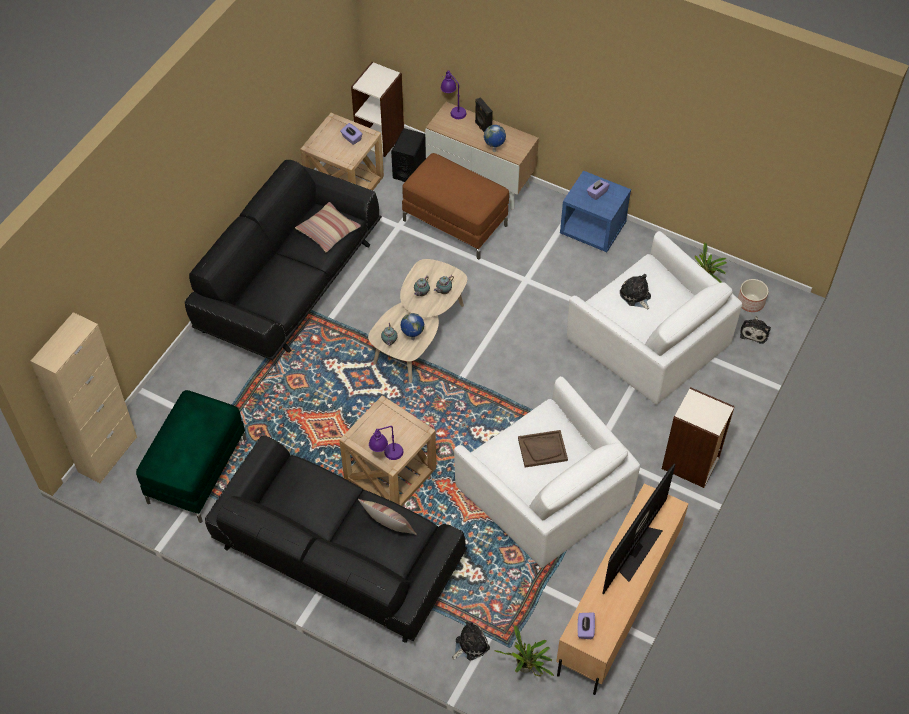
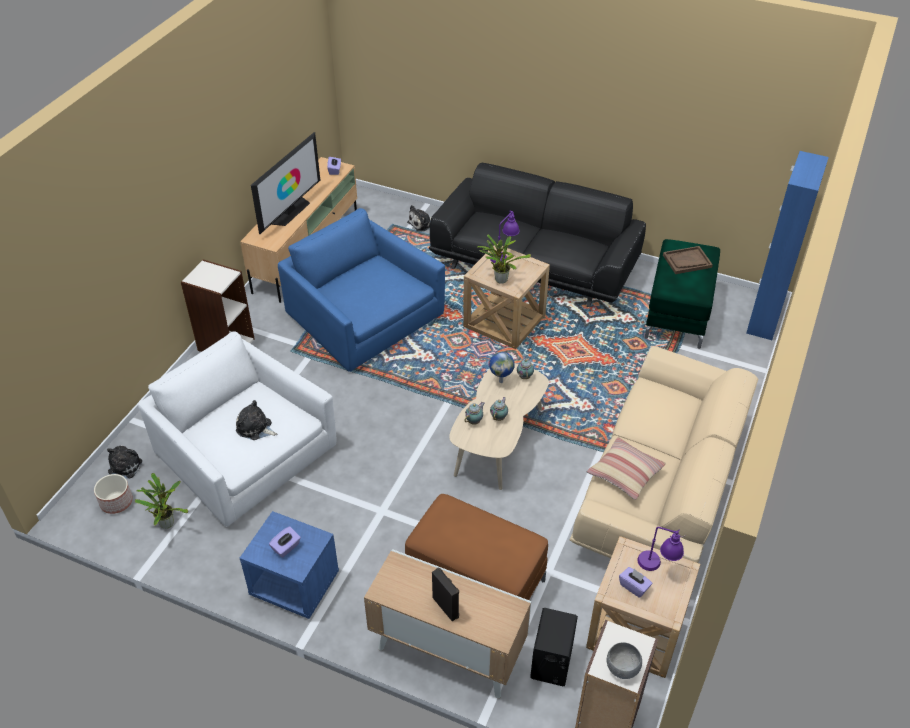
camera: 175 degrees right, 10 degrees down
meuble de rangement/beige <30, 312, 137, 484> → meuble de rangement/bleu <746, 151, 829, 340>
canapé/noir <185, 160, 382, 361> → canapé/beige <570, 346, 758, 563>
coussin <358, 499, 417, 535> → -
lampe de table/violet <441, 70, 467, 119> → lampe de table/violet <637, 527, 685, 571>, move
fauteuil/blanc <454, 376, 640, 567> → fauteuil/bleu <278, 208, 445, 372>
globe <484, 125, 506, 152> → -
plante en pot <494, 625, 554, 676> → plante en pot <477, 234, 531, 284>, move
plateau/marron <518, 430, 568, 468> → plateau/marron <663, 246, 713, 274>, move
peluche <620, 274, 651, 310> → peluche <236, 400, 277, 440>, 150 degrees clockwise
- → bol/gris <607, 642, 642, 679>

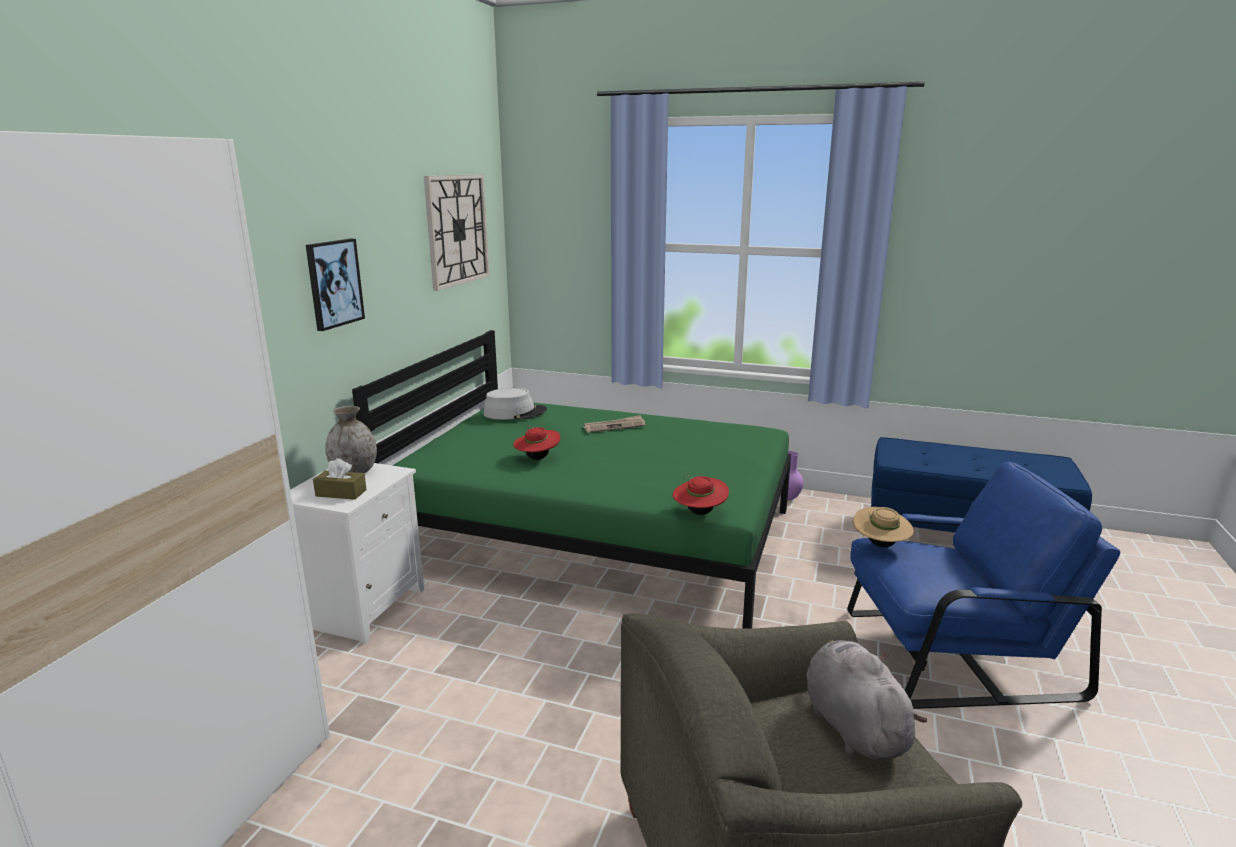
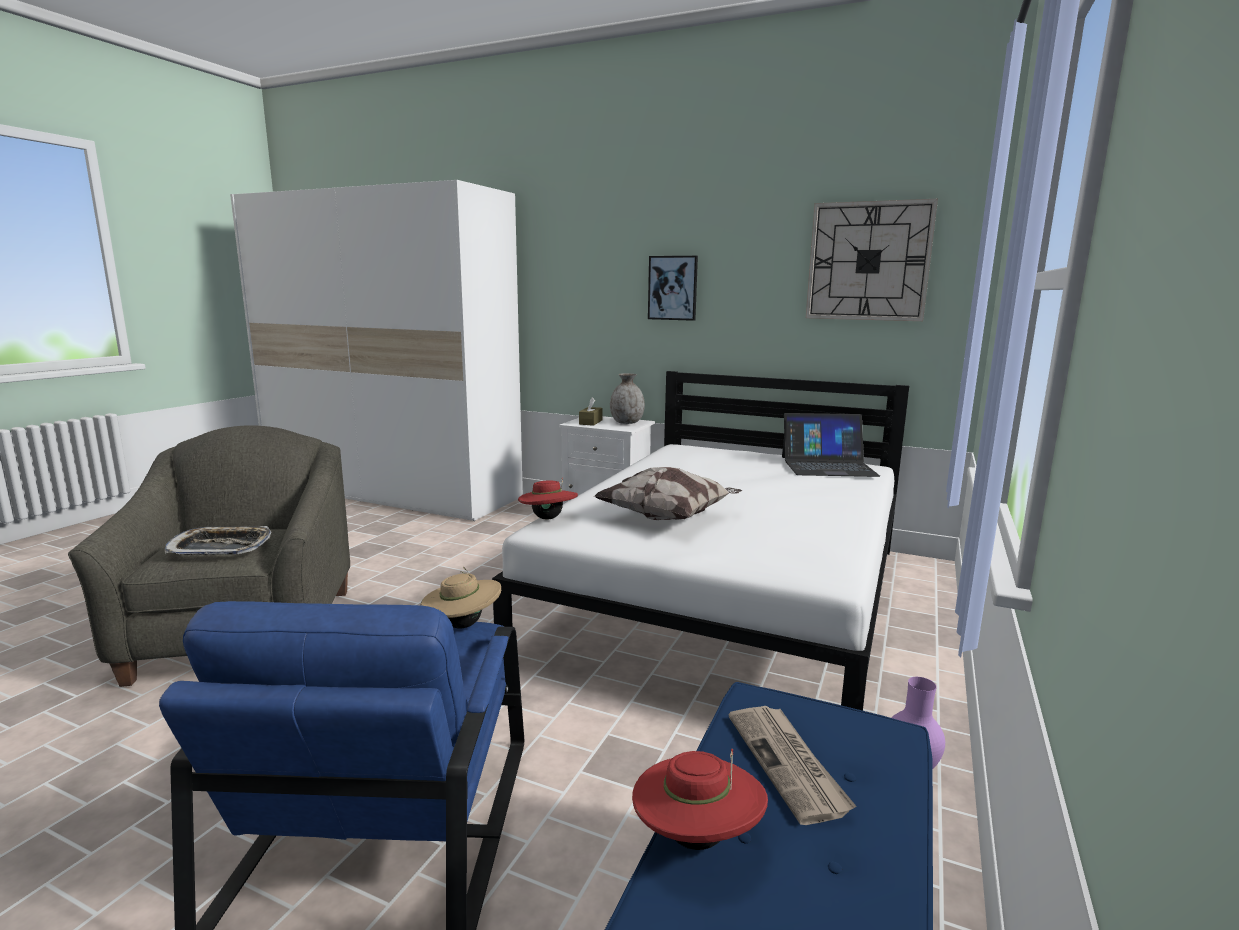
camera: 95 degrees right, 5 degrees down
lit/vert <352, 330, 791, 628> → lit/blanc <492, 371, 909, 711>
chapeau/gris <483, 388, 547, 419> → ordinateur portable <782, 413, 880, 477>
chapeau/rouge <513, 425, 560, 460> → chapeau/rouge <632, 749, 768, 850>, move
journal <583, 415, 645, 433> → journal <729, 706, 856, 825>, move
peluche/gris <807, 640, 927, 760> → plateau <165, 526, 271, 555>
- → coussin <595, 467, 742, 520>

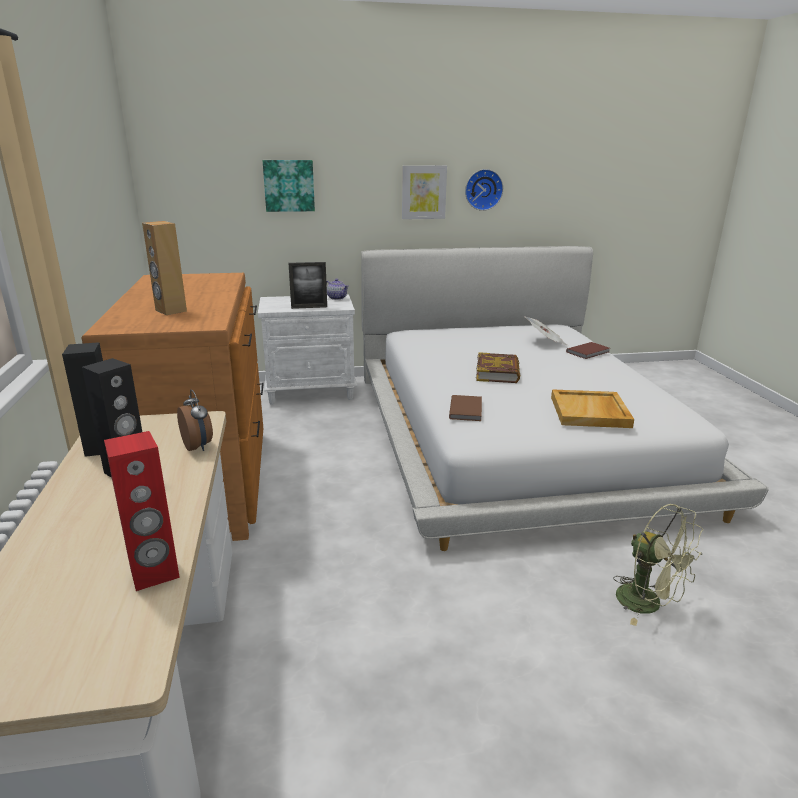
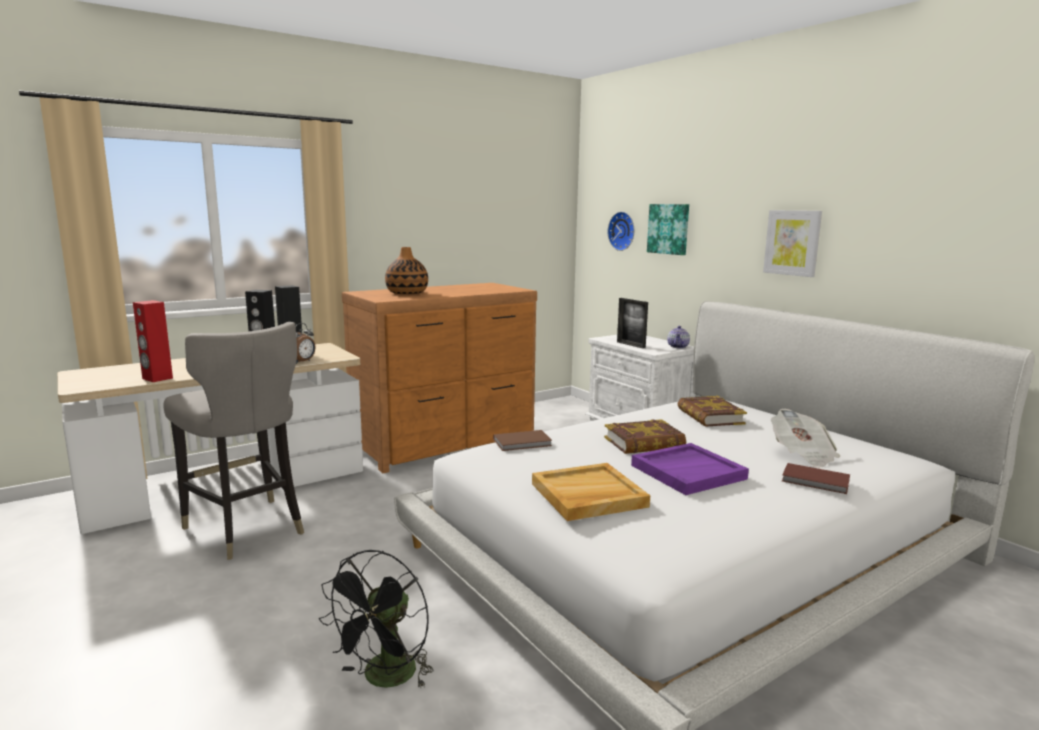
camera: 65 degrees right, 10 degrees down
enceinte/marron <142, 221, 187, 315> → vase <385, 247, 428, 294>
horloge murale <465, 169, 503, 211> → horloge murale <608, 212, 635, 251>, move
ventilateur/vert <613, 504, 703, 626> → ventilateur/noir <319, 550, 434, 688>
- → tabouret/gris <163, 322, 304, 560>
- → plateau/violet <631, 443, 749, 495>
- → livre <677, 396, 747, 427>

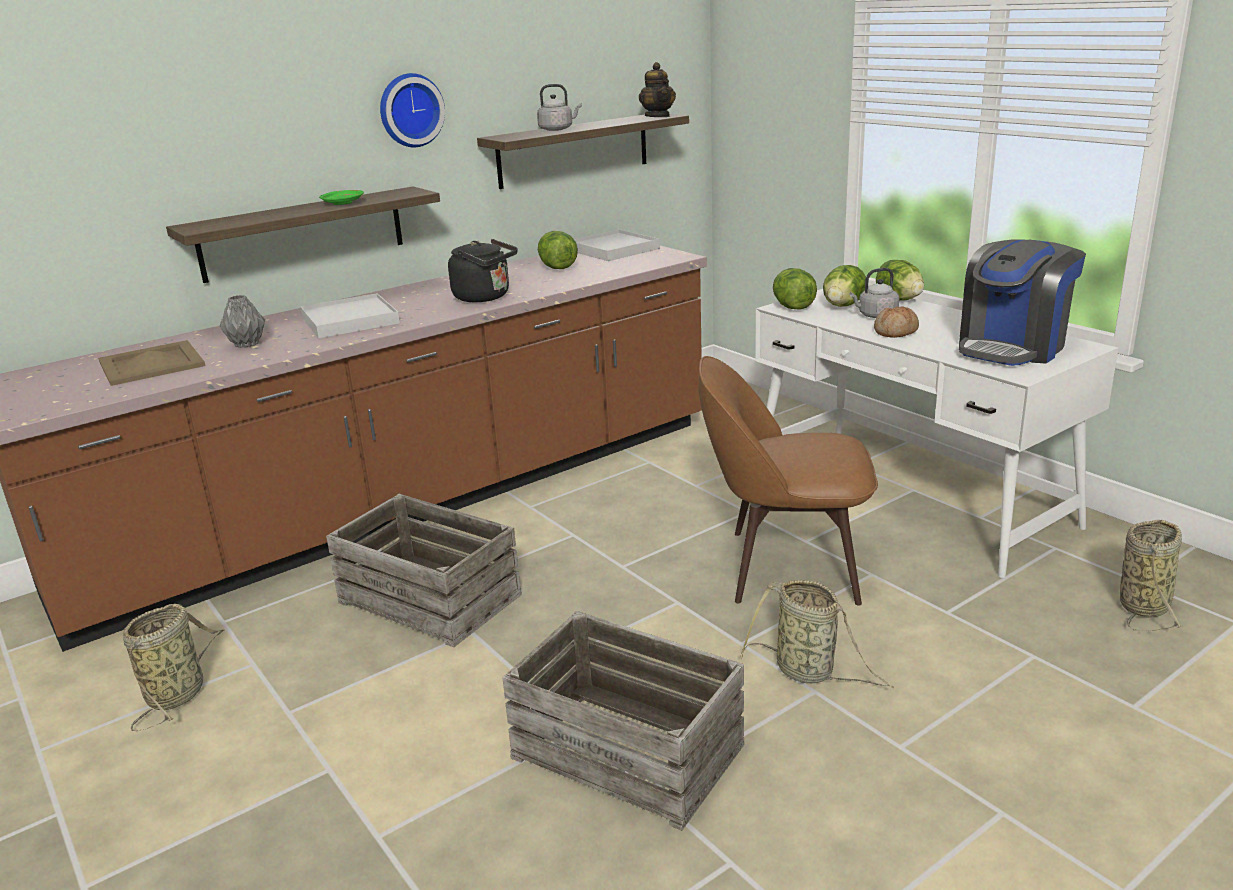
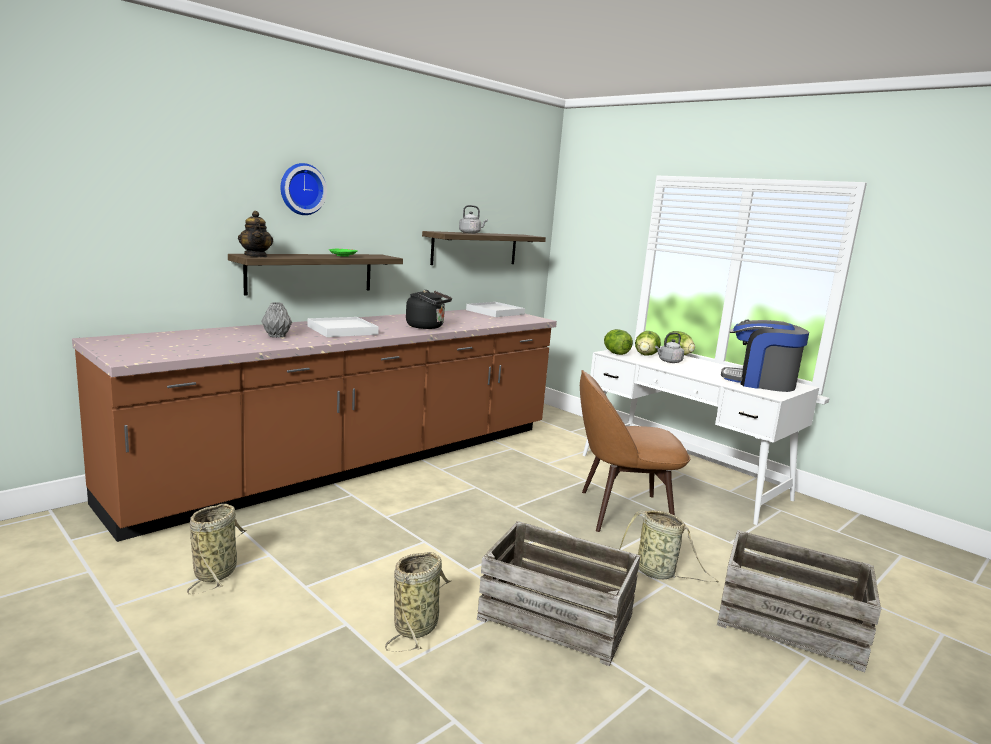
camera: 10 degrees left, 10 degrees down
plateau/beige <98, 340, 206, 386> → -
caisse <326, 494, 522, 648> → caisse <717, 530, 881, 672>, move
horloge murale <380, 73, 445, 147> → horloge murale <281, 163, 327, 215>, move
laitue <538, 231, 578, 269> → -
théière <639, 62, 676, 117> → théière <238, 211, 273, 257>, move
pain <874, 306, 919, 338> → -
machine à café <959, 239, 1086, 366> → machine à café <721, 320, 809, 392>, 75 degrees clockwise
panier <1120, 520, 1182, 631> → panier <385, 552, 451, 652>, move

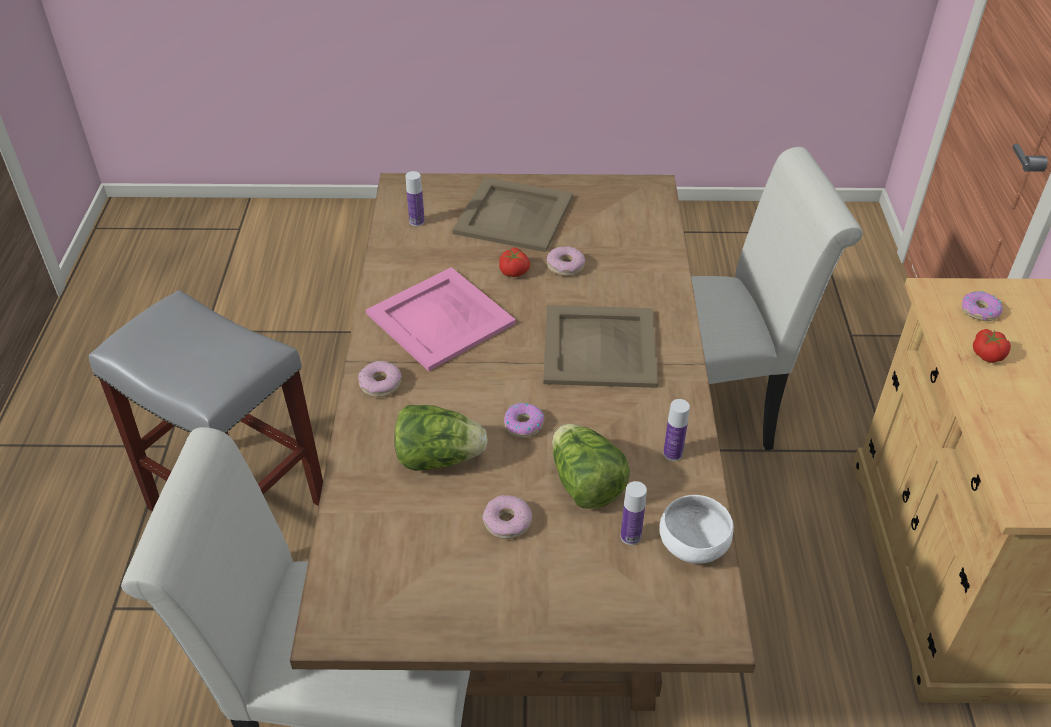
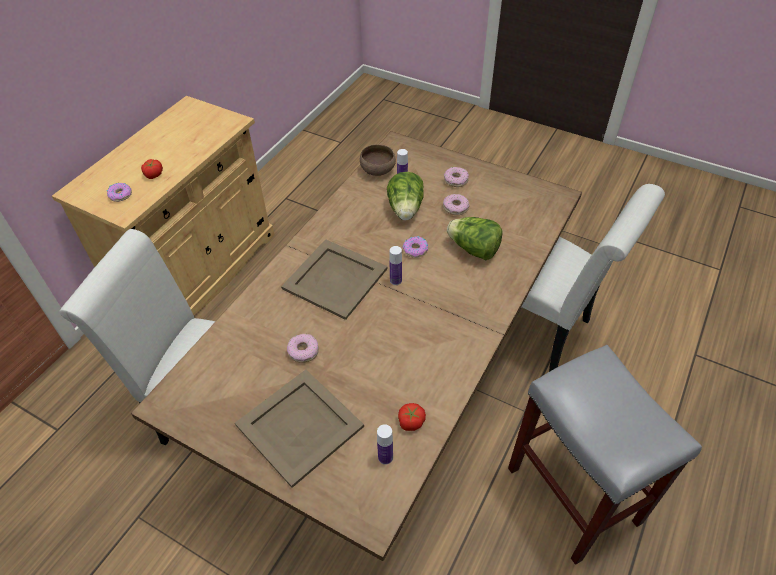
camera: 150 degrees left, 5 degrees up
beignet <358, 361, 402, 397> → beignet <444, 167, 469, 187>, move
plateau/rose <366, 267, 516, 371> → -
tomate <499, 248, 530, 277> → tomate <398, 403, 426, 431>, move
bol/blanc <659, 495, 734, 564> → bol/marron <360, 144, 396, 176>
bouteille <663, 399, 690, 461> → bouteille <389, 246, 402, 285>, move

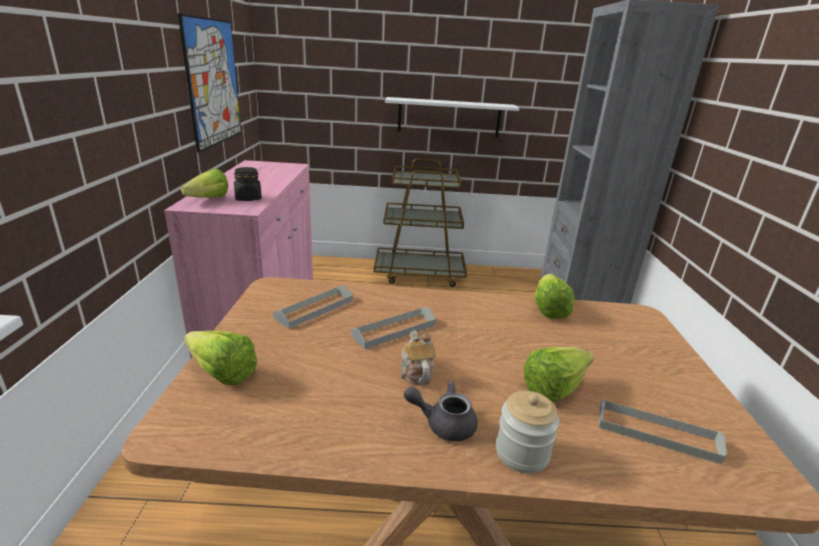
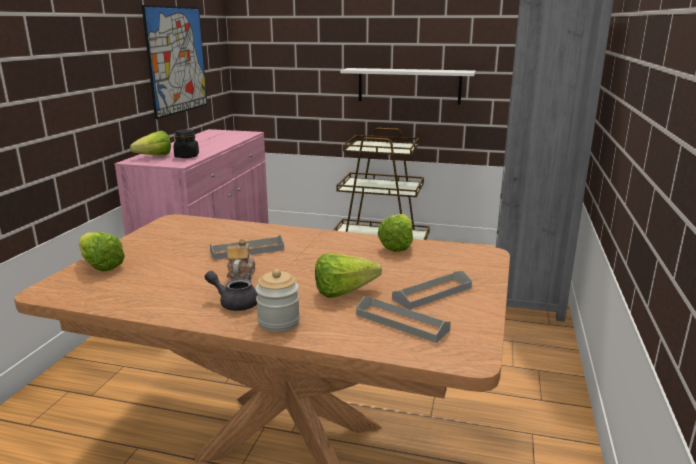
camera: 15 degrees right, 5 degrees down
plateau/gris <273, 285, 353, 329> → plateau/gris <392, 271, 472, 310>, move

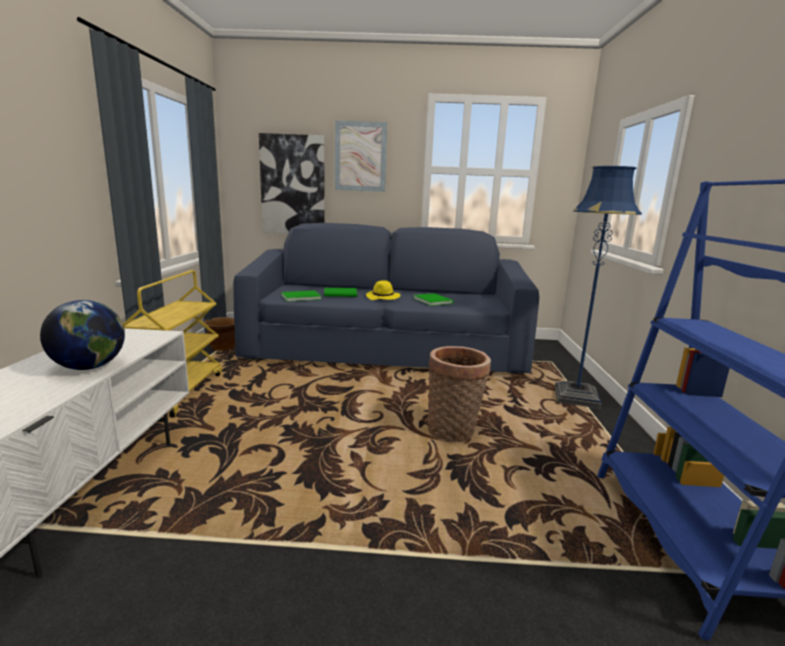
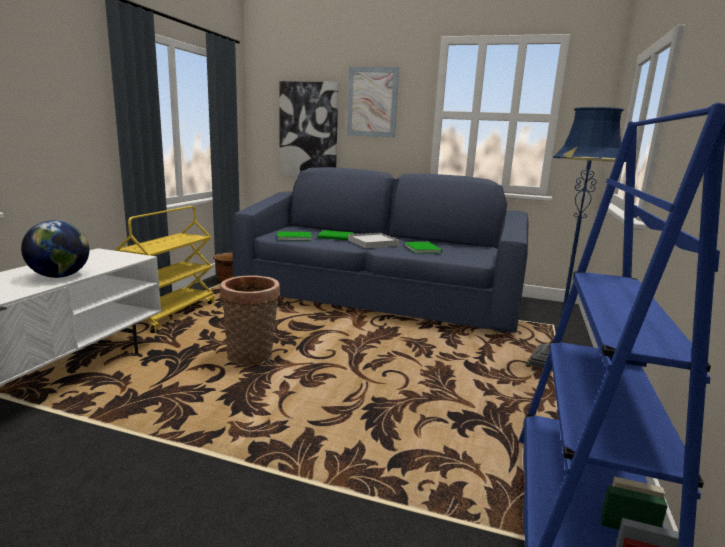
camera: 15 degrees right, 0 degrees up
chapeau/jaune <366, 281, 401, 300> → plateau/blanc <348, 233, 400, 248>
panier <428, 346, 491, 443> → panier <220, 275, 280, 366>, move

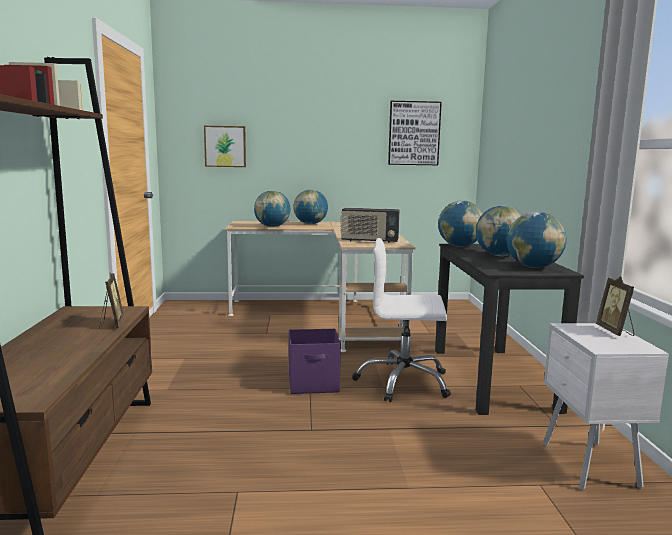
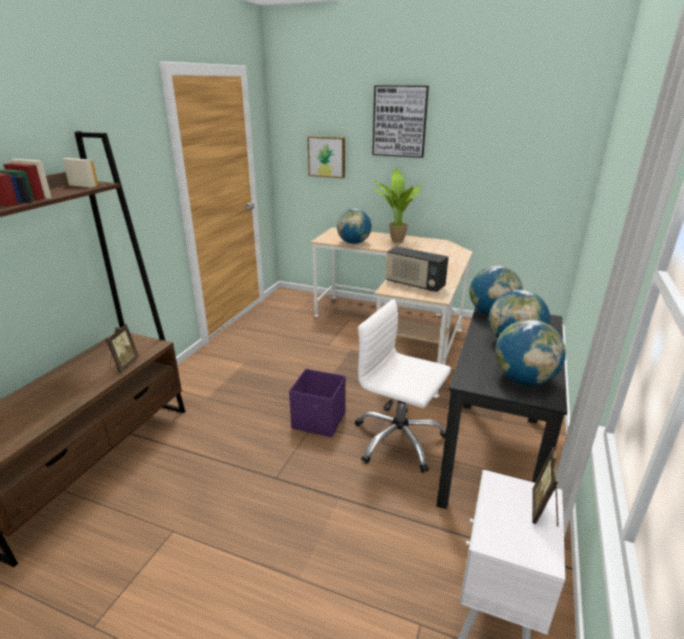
camera: 25 degrees right, 15 degrees up
globe <293, 190, 328, 224> → plante en pot <374, 167, 421, 242>
tableau <388, 101, 442, 165> → tableau <372, 85, 429, 158>, move

